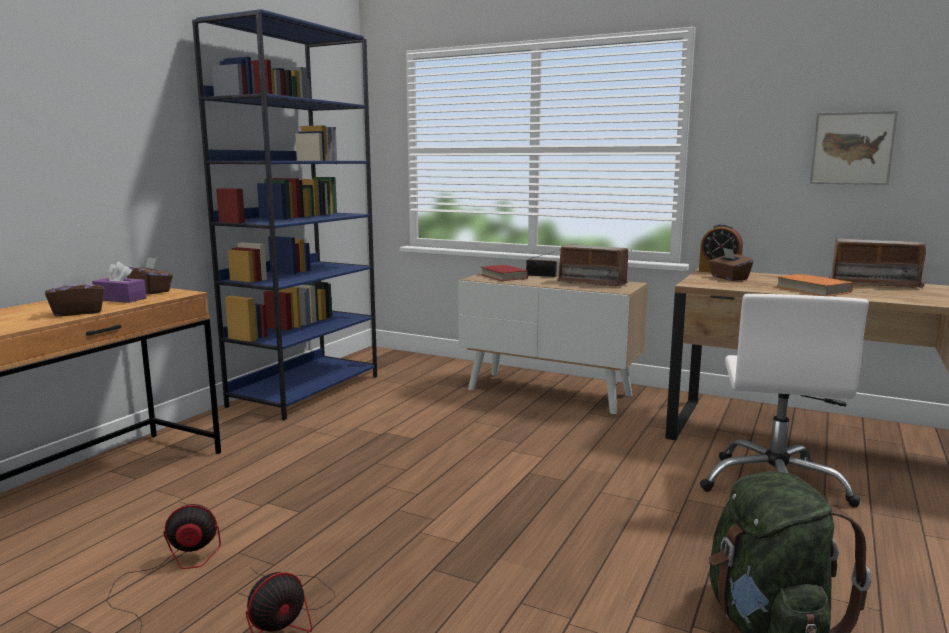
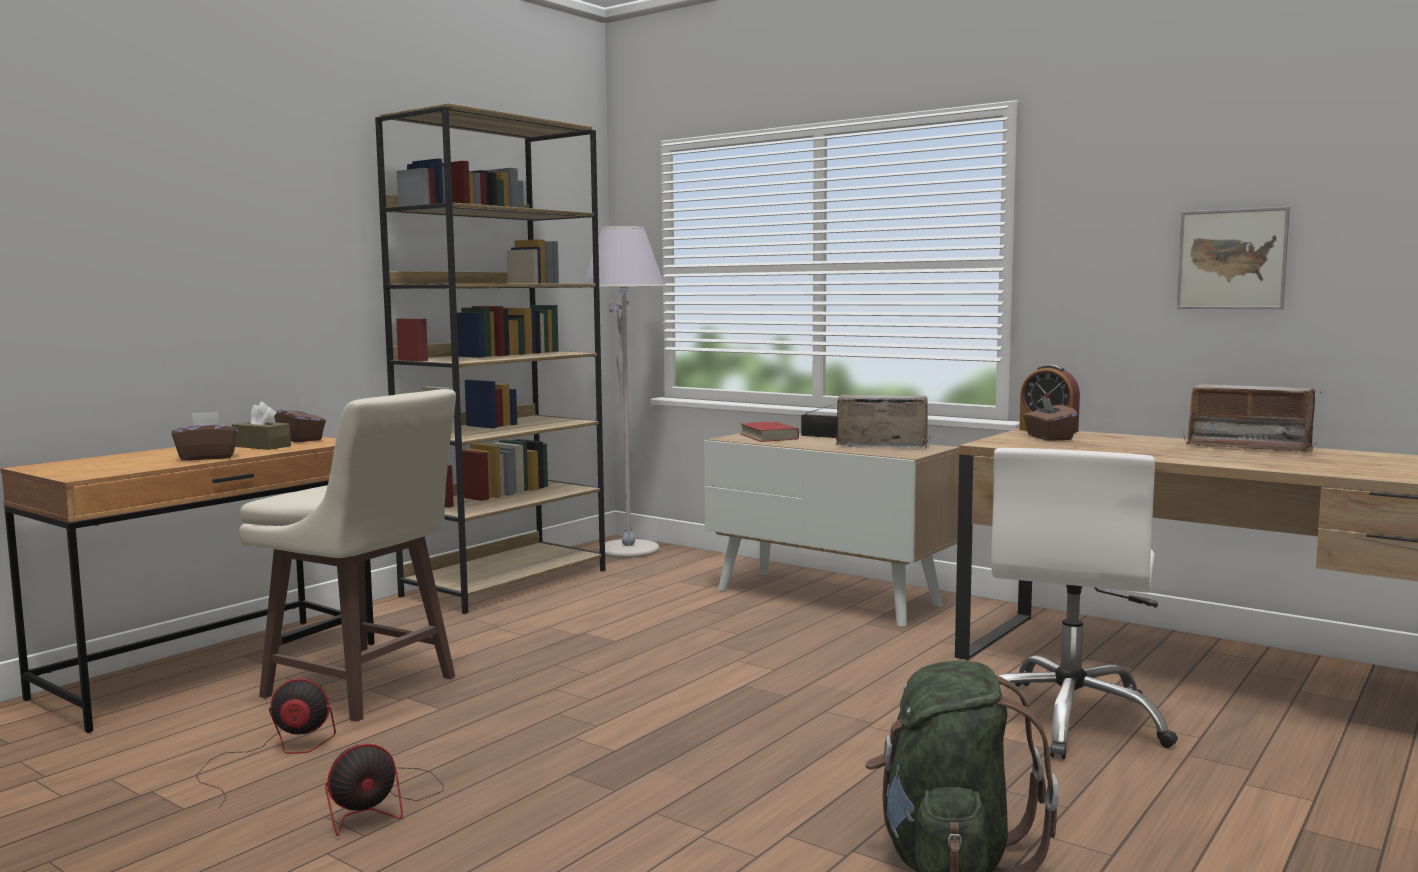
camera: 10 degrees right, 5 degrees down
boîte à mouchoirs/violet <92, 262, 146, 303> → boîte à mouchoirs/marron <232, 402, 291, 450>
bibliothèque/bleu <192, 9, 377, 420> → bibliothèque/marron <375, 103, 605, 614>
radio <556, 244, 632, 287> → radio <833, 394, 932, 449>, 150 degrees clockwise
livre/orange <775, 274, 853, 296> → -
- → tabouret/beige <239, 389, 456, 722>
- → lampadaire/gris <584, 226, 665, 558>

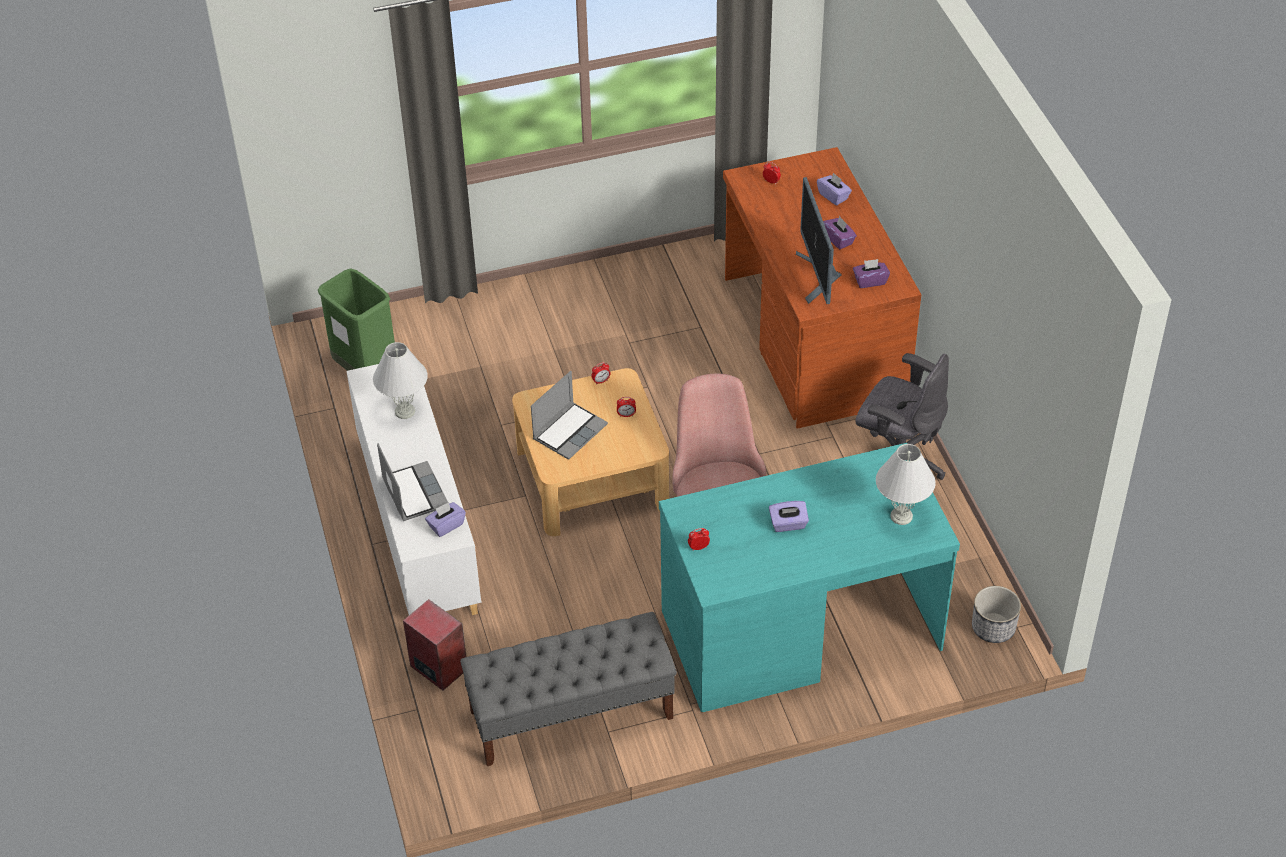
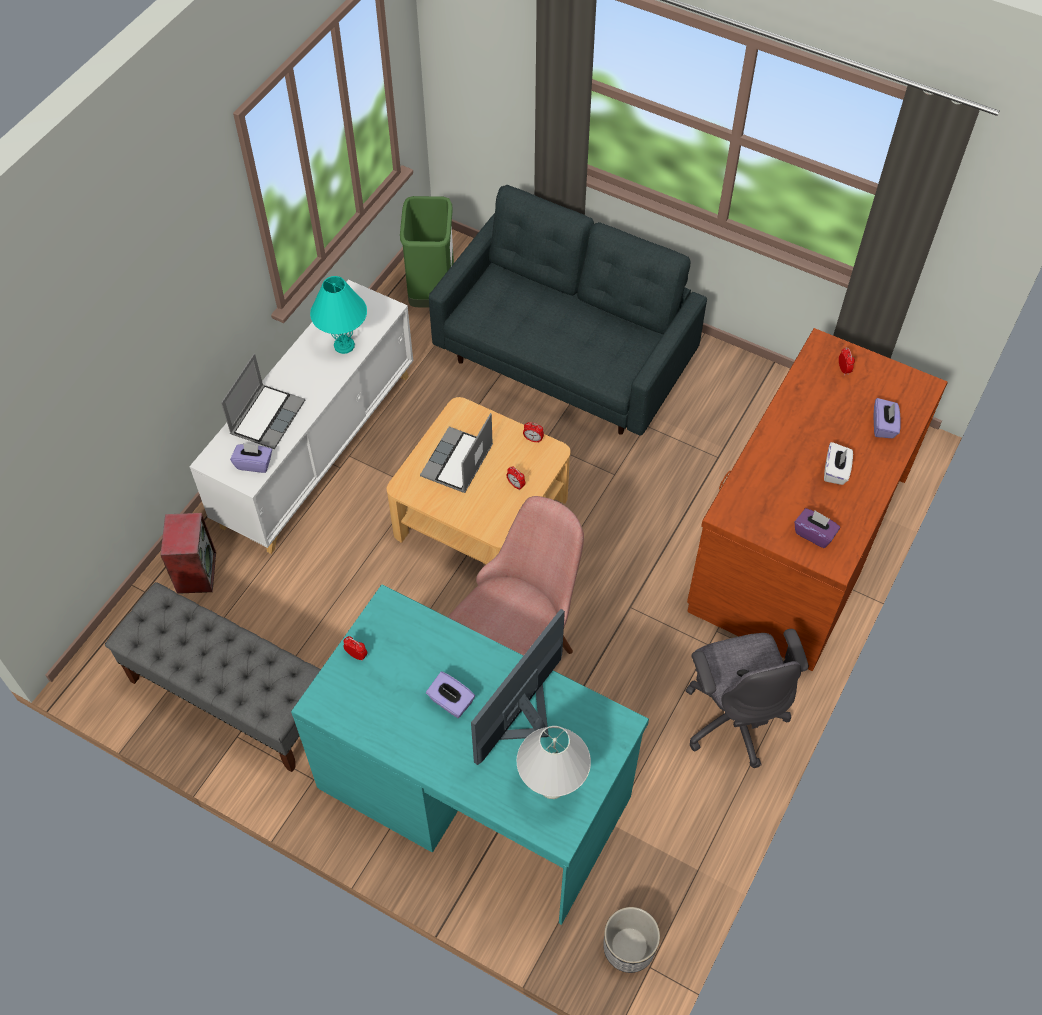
camera: 45 degrees right, 10 degrees up
lampe de table/blanc <373, 342, 428, 419> → lampe de table/turquoise <310, 276, 367, 354>
ordinateur portable <531, 371, 608, 460> → ordinateur portable <420, 413, 493, 493>, 120 degrees clockwise
écran d'ordinateur <796, 177, 841, 304> → écran d'ordinateur <471, 609, 565, 765>, move
boîte à mouchoirs/violet <823, 216, 857, 249> → boîte à mouchoirs/blanc <824, 442, 853, 485>
- → canapé/gris <429, 185, 707, 436>

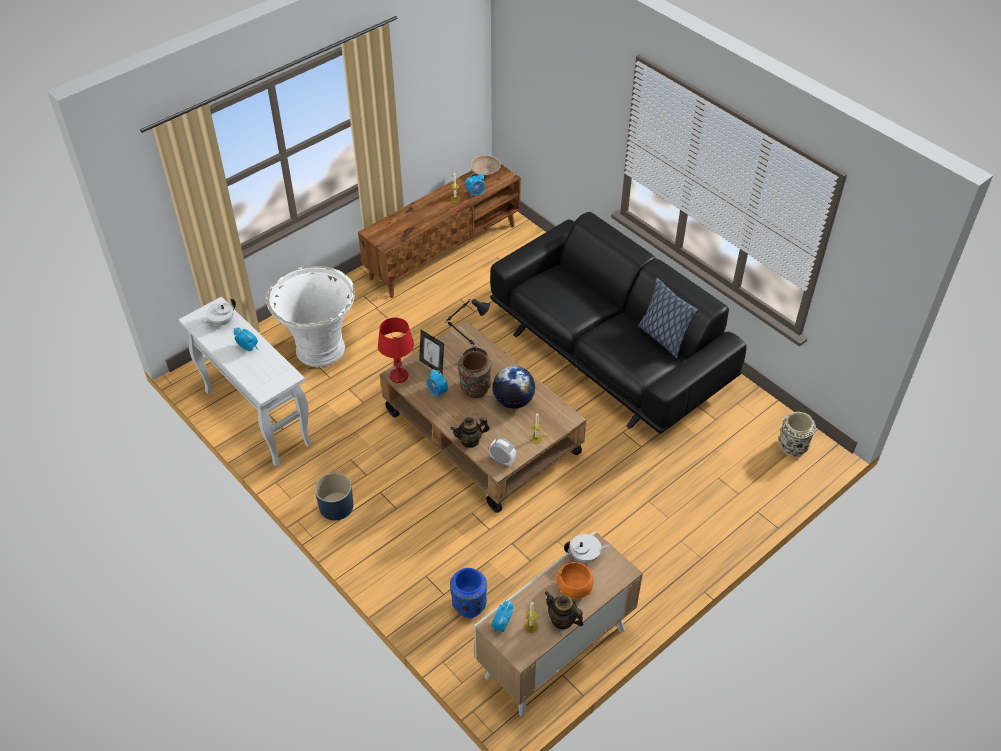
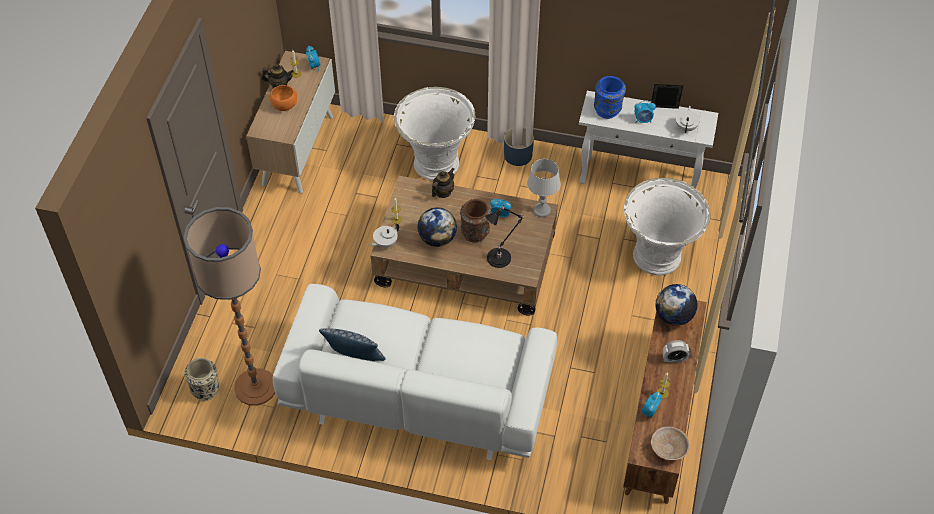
camera: 145 degrees right, 5 degrees up
lampe de table/rouge <378, 318, 414, 383> → lampe de table/gris <527, 159, 561, 217>
cadre photo <419, 330, 444, 374> → cadre photo <651, 84, 683, 109>, move
vase/bleu <450, 568, 487, 618> → vase/bleu <594, 76, 626, 119>, move
réveil <489, 438, 516, 466> → réveil <663, 340, 690, 363>, move
canapé/noir <490, 212, 747, 434> → canapé/blanc <273, 284, 557, 460>
théière/blanc <564, 534, 610, 563> → théière/blanc <370, 223, 399, 248>, move
- → lampadaire <184, 207, 275, 406>
- → cache-pot/blanc <394, 87, 475, 181>
- → globe <655, 284, 698, 326>

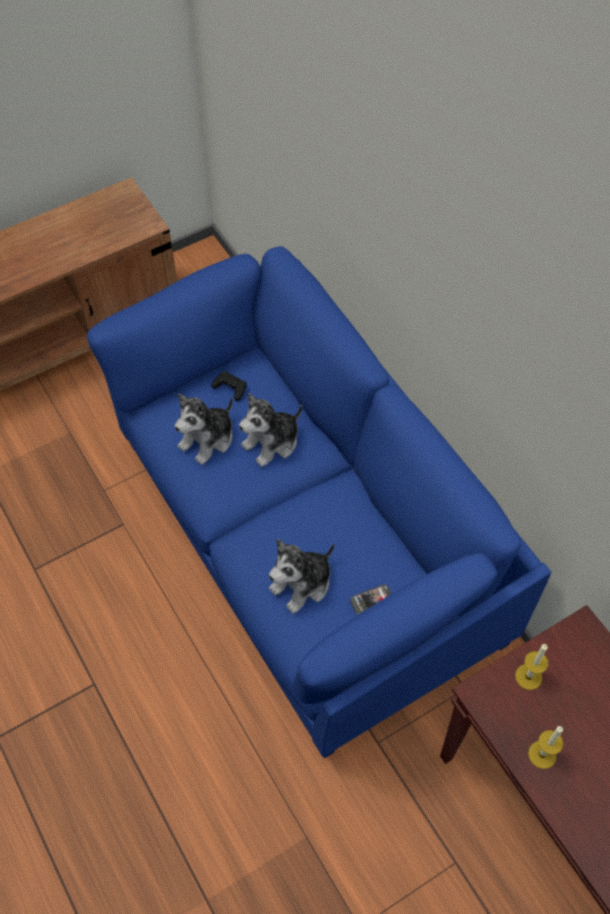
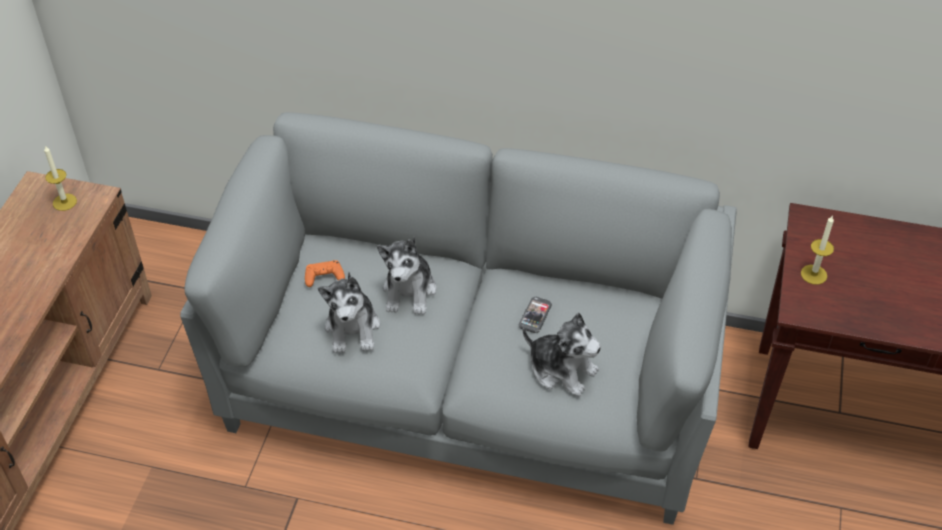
camera: 45 degrees left, 10 degrees down
canapé/bleu <87, 246, 551, 758> → canapé/gris <180, 112, 737, 525>
manette/noir <211, 372, 247, 401> → manette/orange <305, 260, 345, 287>
peluche <269, 539, 335, 614> → peluche <523, 313, 601, 397>, 60 degrees counterclockwise
téléphone <350, 584, 392, 615> → téléphone <519, 297, 552, 333>, move
bougie <528, 726, 564, 769> → bougie <44, 146, 77, 211>, move

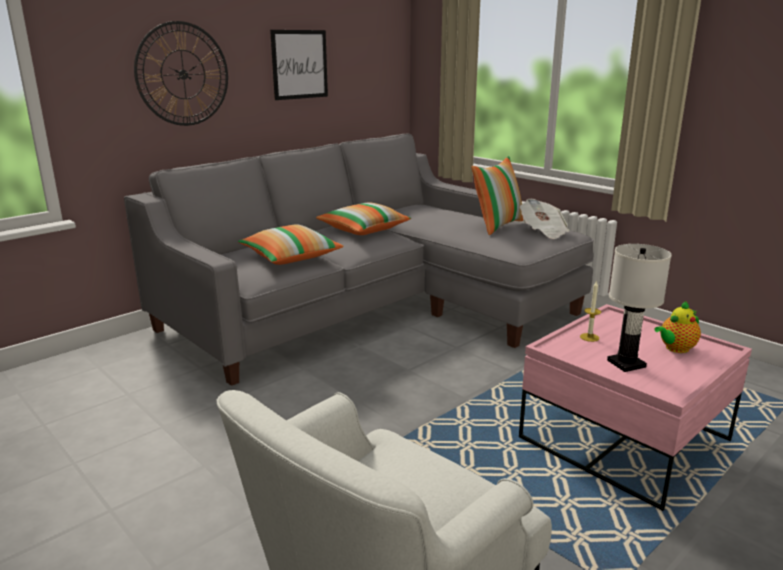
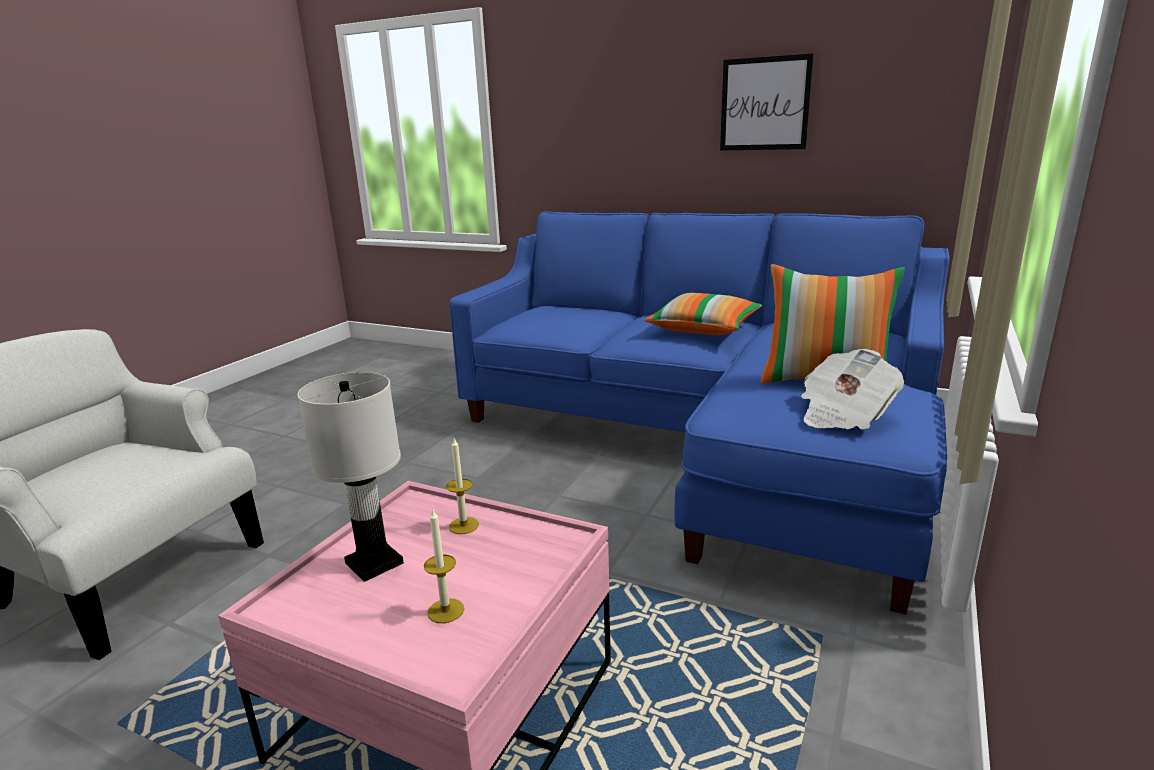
camera: 70 degrees right, 0 degrees up
canapé/gris <124, 133, 594, 386> → canapé/bleu <449, 211, 950, 615>
horloge murale <134, 21, 228, 126> → -
coussin <238, 224, 344, 265> → -
théière <654, 301, 701, 353> → bougie <424, 510, 464, 623>

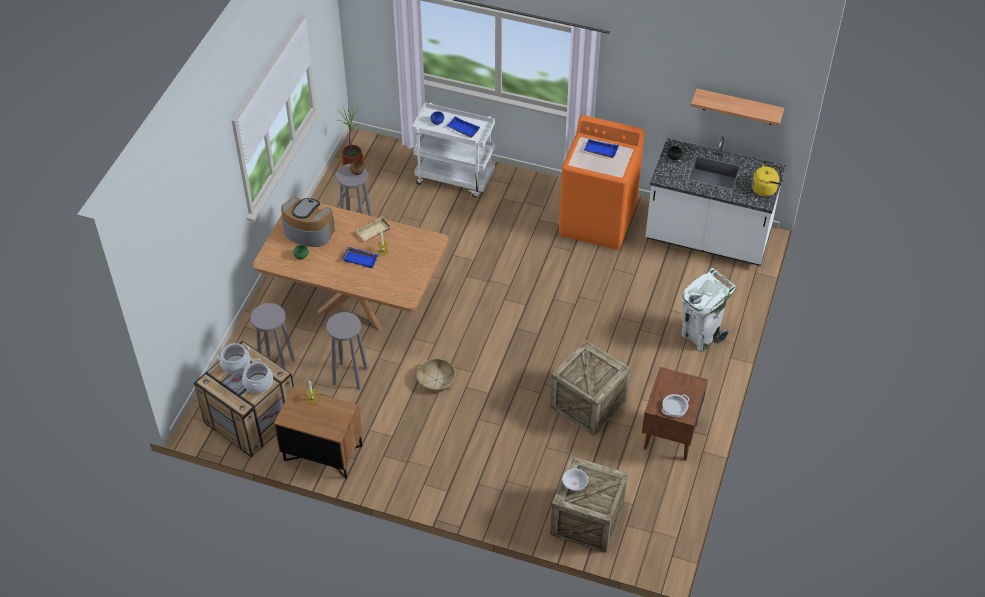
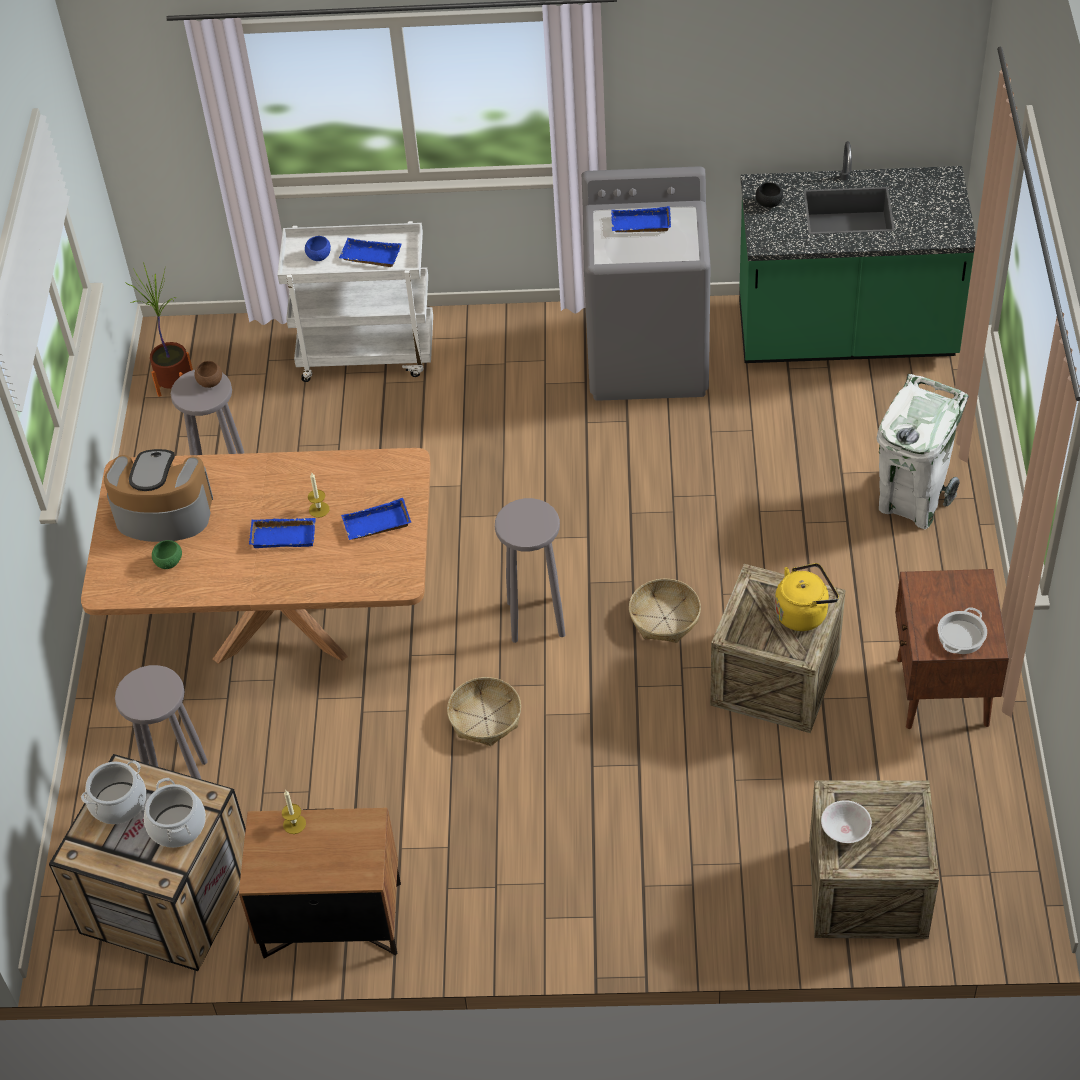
camera: 15 degrees left, 0 degrees up
tabouret/gris <326, 312, 368, 390> → tabouret/gris <495, 498, 565, 643>, move
plateau/beige <356, 216, 392, 241> → -
lave-linge/orange <559, 115, 645, 250> → lave-linge/gris <582, 166, 711, 401>
comptoir de cuisine/blanc <645, 136, 786, 266> → comptoir de cuisine/vert <739, 141, 976, 363>
étagère <691, 89, 784, 126> → -
bouilloire/jaune <752, 164, 783, 196> → bouilloire/jaune <775, 563, 839, 631>, move
- → plateau/bleu <341, 498, 411, 540>
- → panier <629, 579, 701, 643>

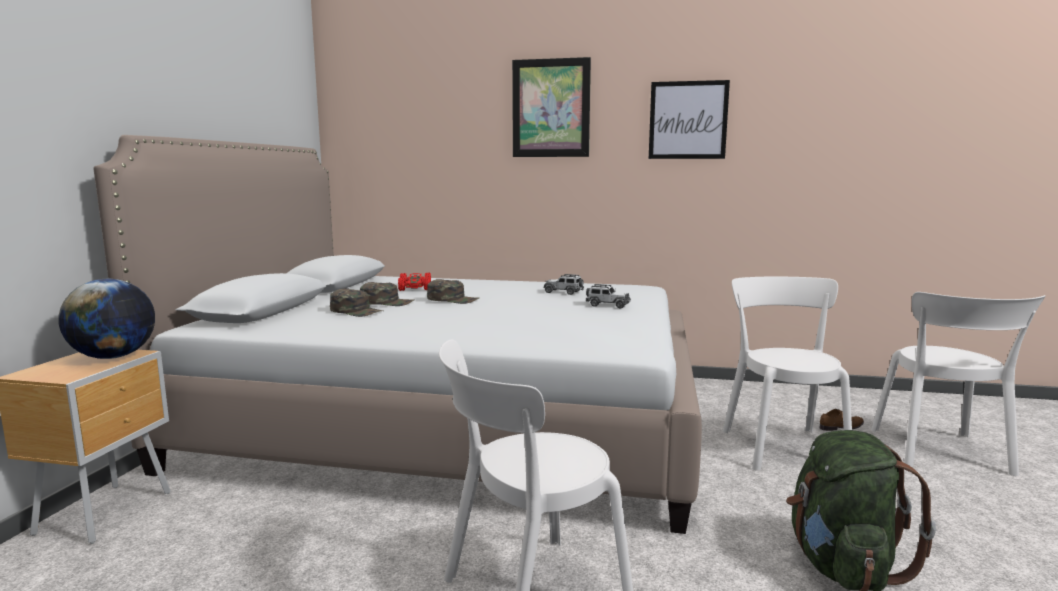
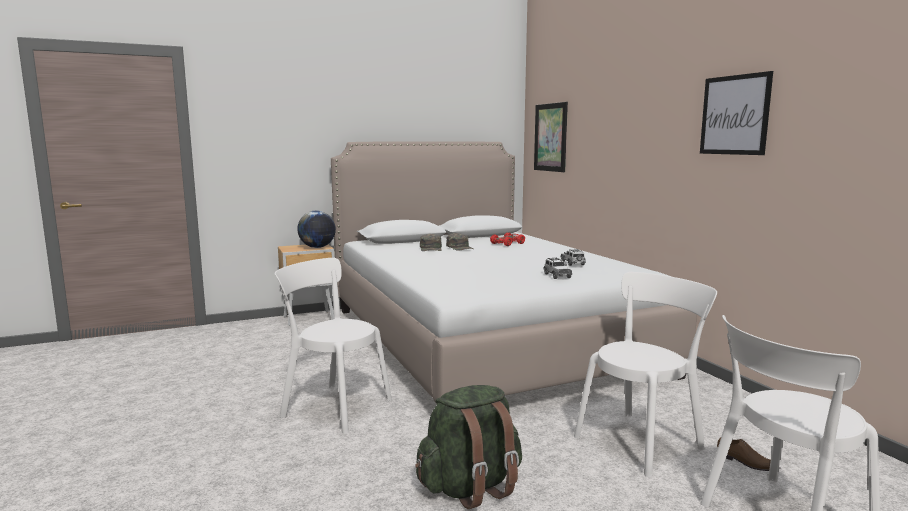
camera: 55 degrees right, 0 degrees up
casquette/vert <427, 279, 479, 304> → -
tableau <512, 57, 591, 157> → tableau <534, 102, 568, 172>, move

